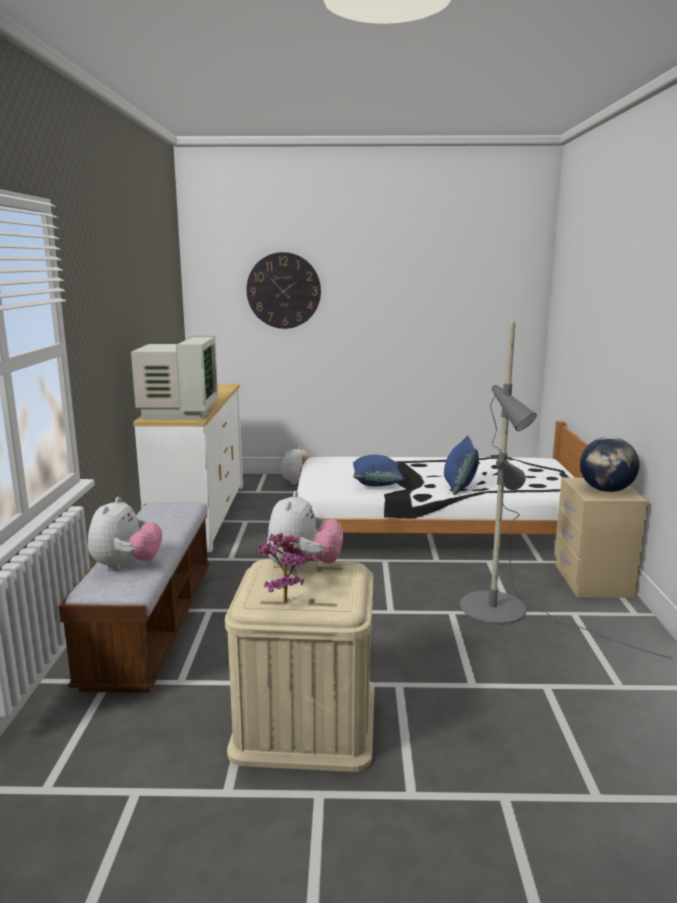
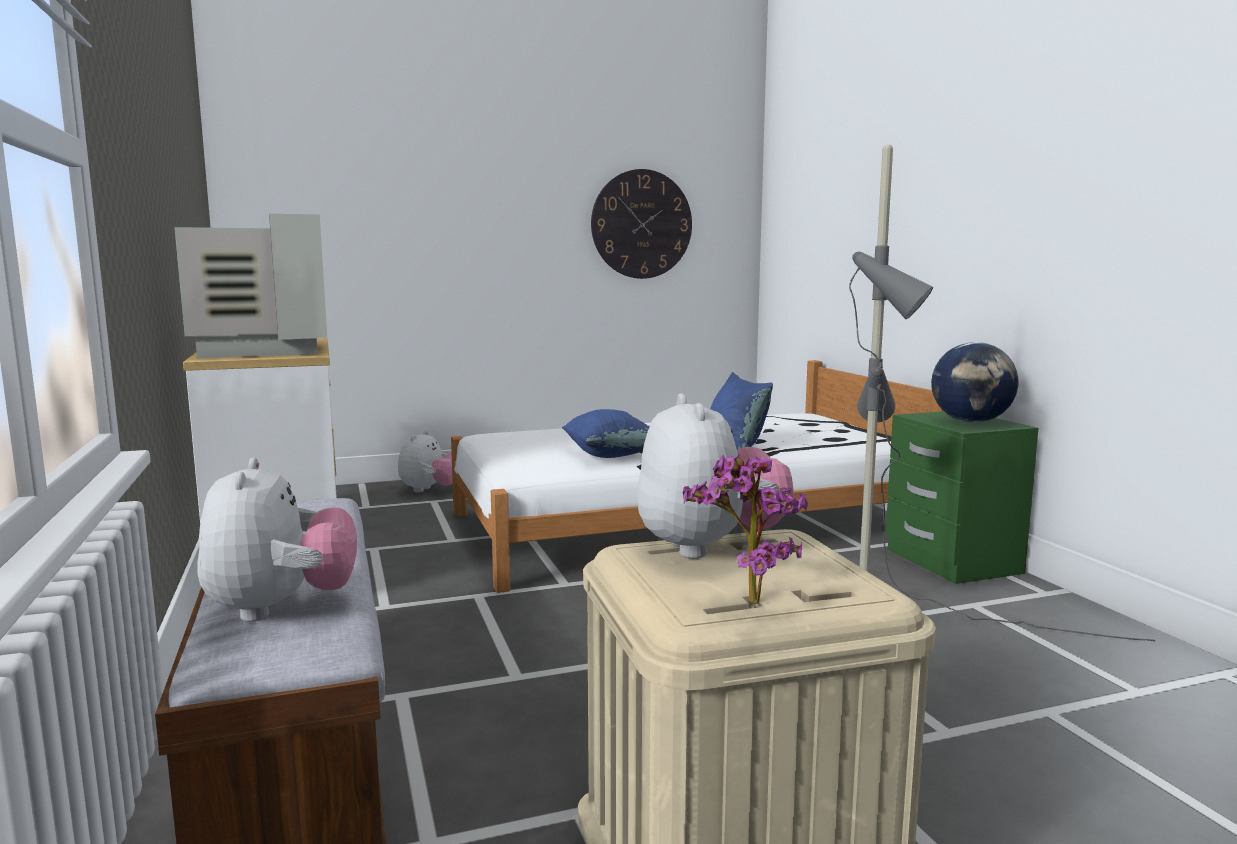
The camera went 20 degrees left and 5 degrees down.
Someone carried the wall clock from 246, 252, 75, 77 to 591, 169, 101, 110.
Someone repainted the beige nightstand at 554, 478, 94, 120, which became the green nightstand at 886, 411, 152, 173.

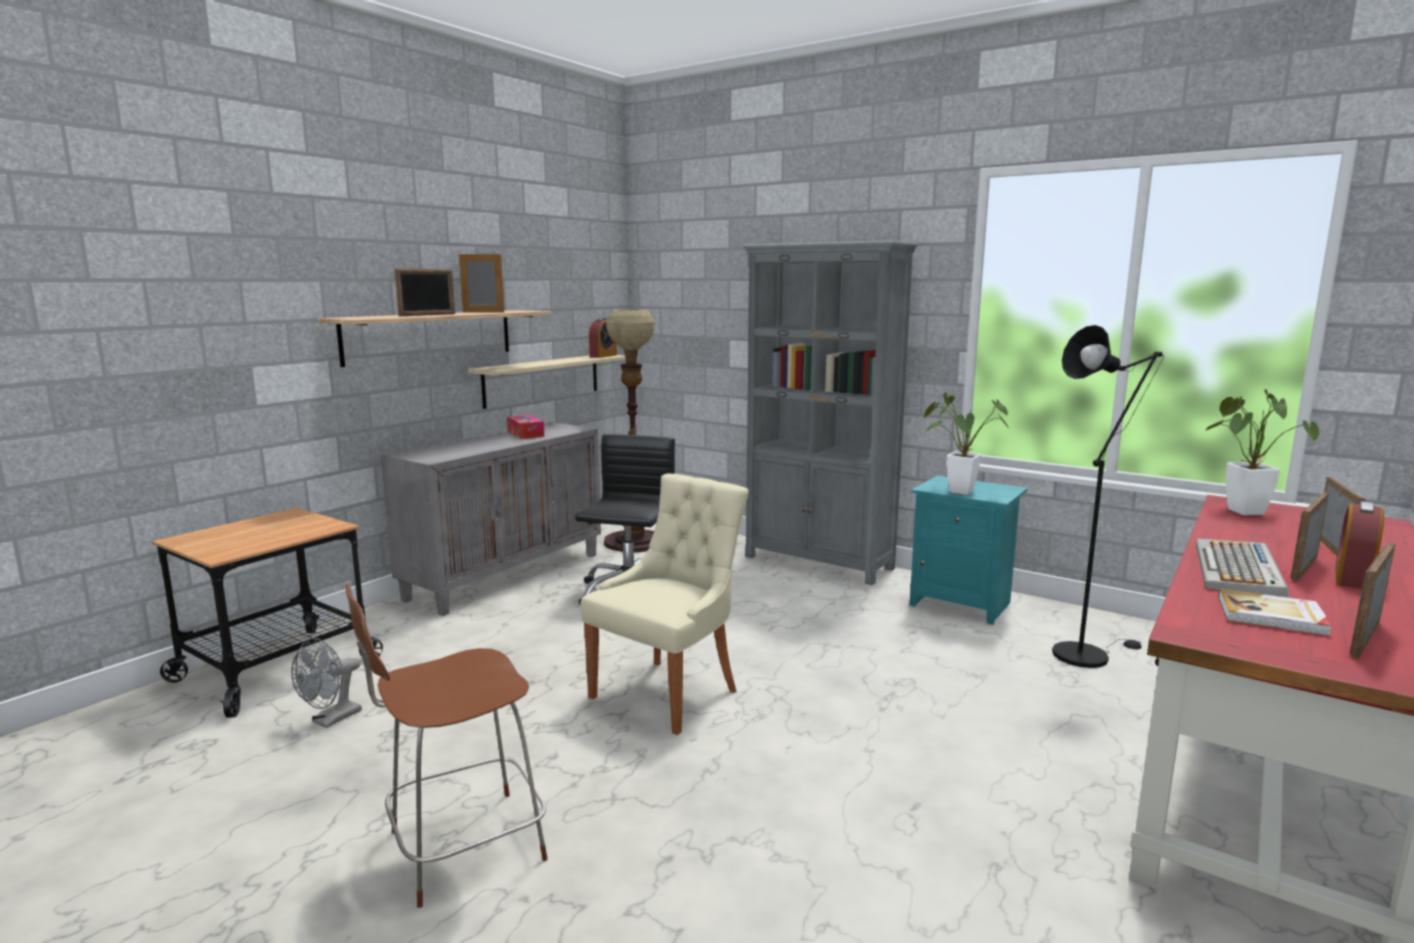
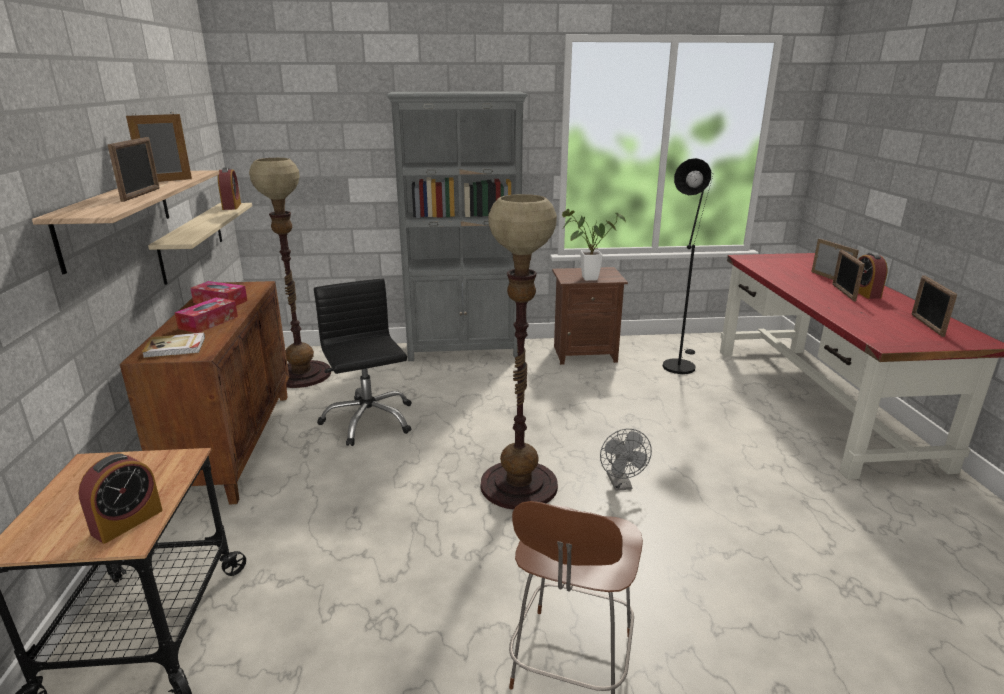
The camera went 40 degrees left and 10 degrees up.
Someone put down the alarm clock at 78, 454, 85, 90.
Someone repainted the grey cabinet at 381, 422, 220, 194, which became the brown cabinet at 120, 281, 169, 224.
Someone carried the book from 1219, 589, 113, 47 to 142, 332, 63, 26.
Someone put down the tissue box at 175, 297, 63, 36.
Someone swapped the beige chair at 580, 474, 169, 261 for the floor lamp at 480, 194, 78, 316.
Someone repainted the turquoise nightstand at 910, 475, 118, 150, which became the brown nightstand at 552, 267, 76, 98.
Someone carried the grey fan from 291, 638, 71, 90 to 600, 429, 52, 62.
Someone took away the keyboard at 1196, 539, 93, 59.
Someone took away the potted plant at 1206, 389, 113, 126.

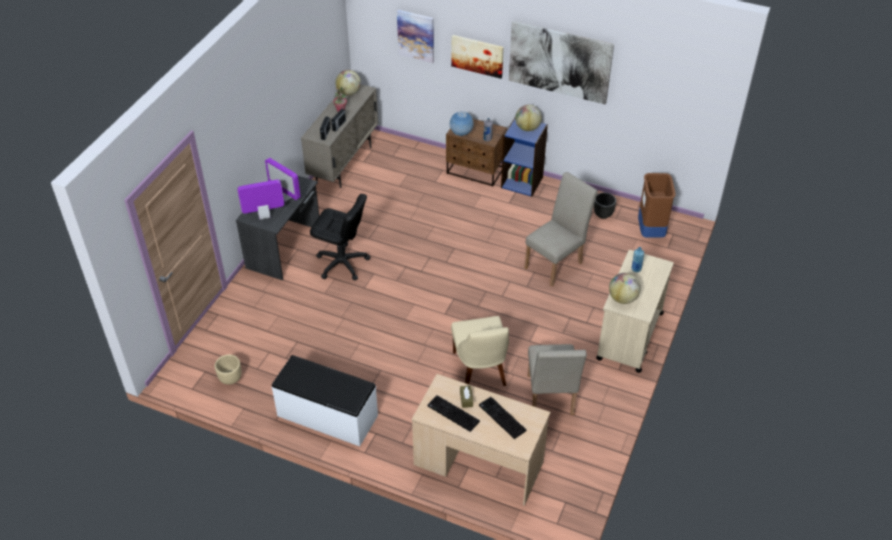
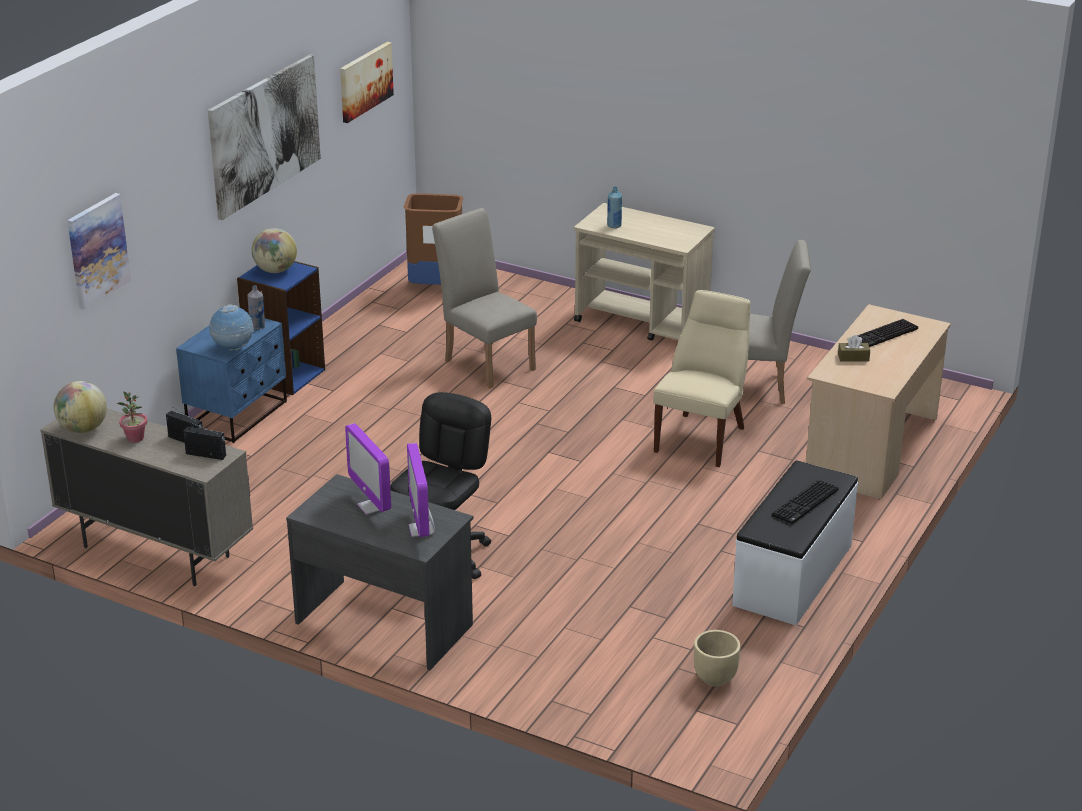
The camera went 85 degrees left and 15 degrees down.
Someone repainted the brown nightstand at 446, 118, 61, 69, which became the blue nightstand at 176, 318, 111, 125.
Someone carried the picture from 451, 35, 53, 44 to 340, 42, 54, 81.
Someone rotated the monitor at 265, 158, 36, 44 by 105 degrees clockwise.
Someone rotated the beige chair at 451, 316, 58, 70 by 60 degrees counterclockwise.
Someone carried the keyboard from 427, 395, 53, 37 to 772, 480, 67, 44.
Someone took away the black planter at 594, 193, 22, 26.
Someone took away the globe at 609, 273, 32, 31.

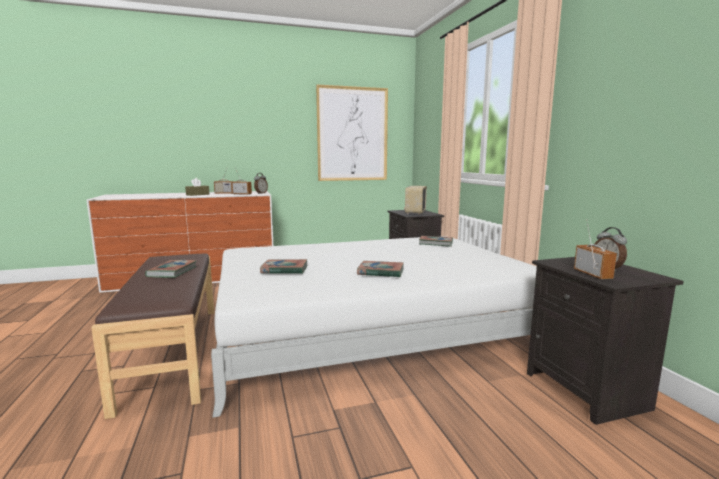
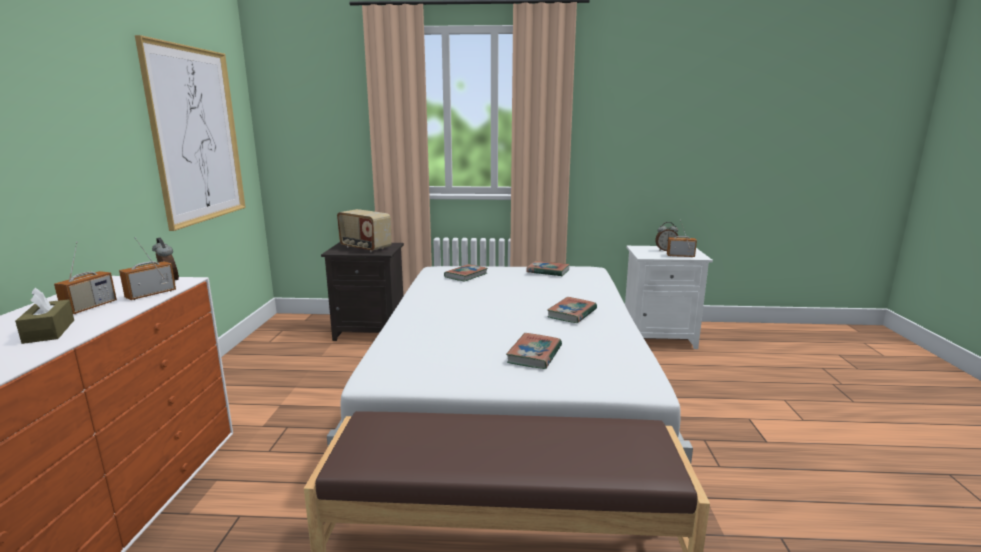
The camera went 70 degrees left and 5 degrees up.
Someone carried the book from 145, 260, 52, 18 to 526, 261, 44, 16.
Someone repainted the black nightstand at 527, 257, 157, 168, which became the white nightstand at 625, 246, 88, 103.

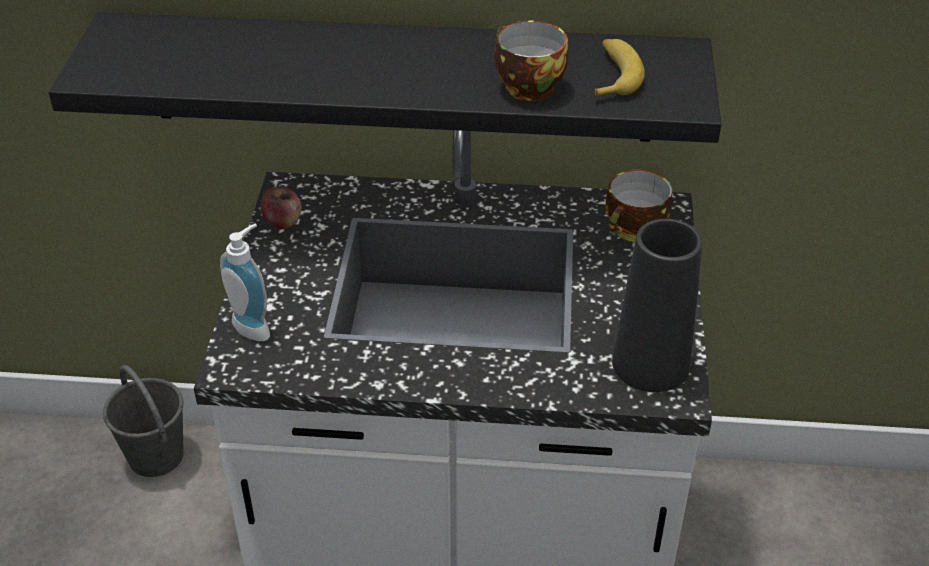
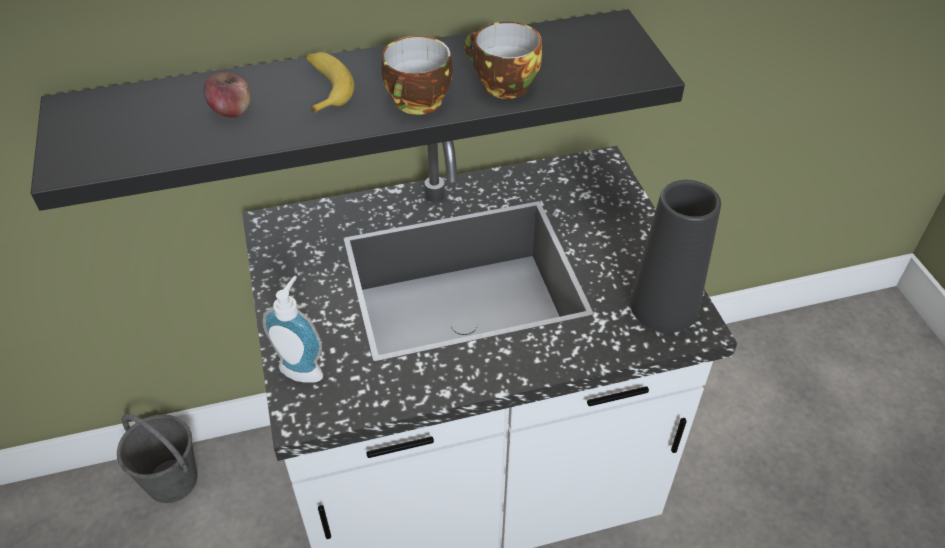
The camera went 20 degrees left and 5 degrees up.
Someone carried the apple from 260, 187, 42, 42 to 204, 72, 47, 46.
Someone carried the banana from 594, 39, 51, 58 to 307, 52, 47, 62.
Someone carried the cup from 606, 170, 66, 72 to 381, 36, 72, 79.

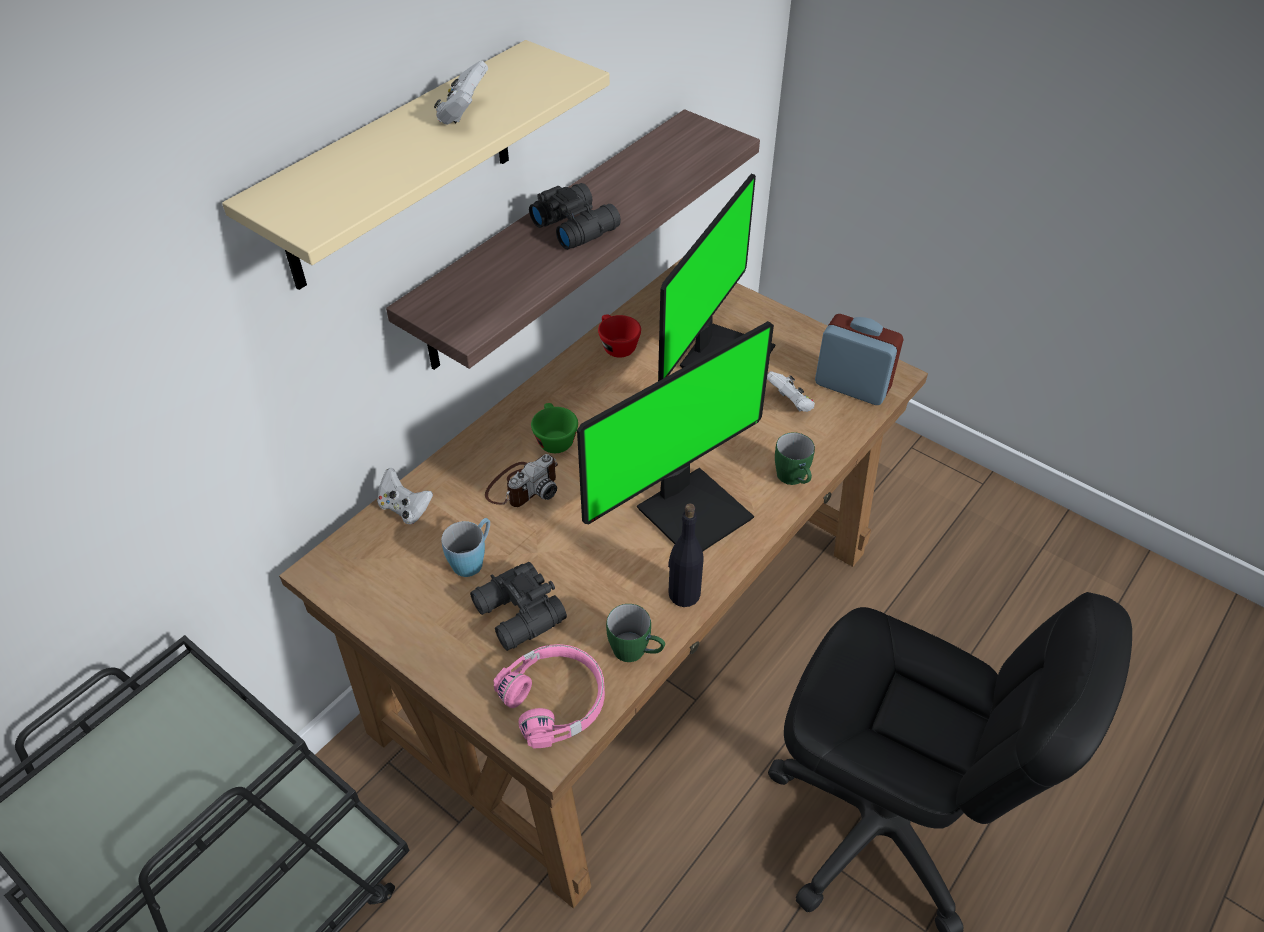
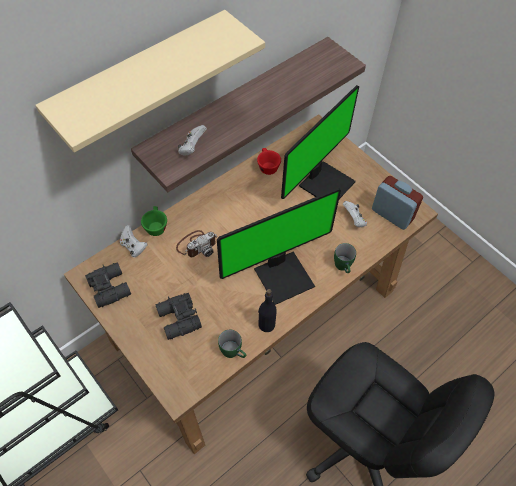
The camera went 10 degrees right and 10 degrees up.
Someone carried the black binoculars from 529, 183, 92, 67 to 85, 262, 46, 46.
Someone carried the green cup from 531, 403, 47, 50 to 141, 206, 26, 30.
Someone carried the white game controller from 434, 61, 54, 64 to 177, 125, 30, 31.
Someone took away the blue mug at 441, 518, 49, 59.
Someone took away the pink headphones at 493, 644, 112, 104.

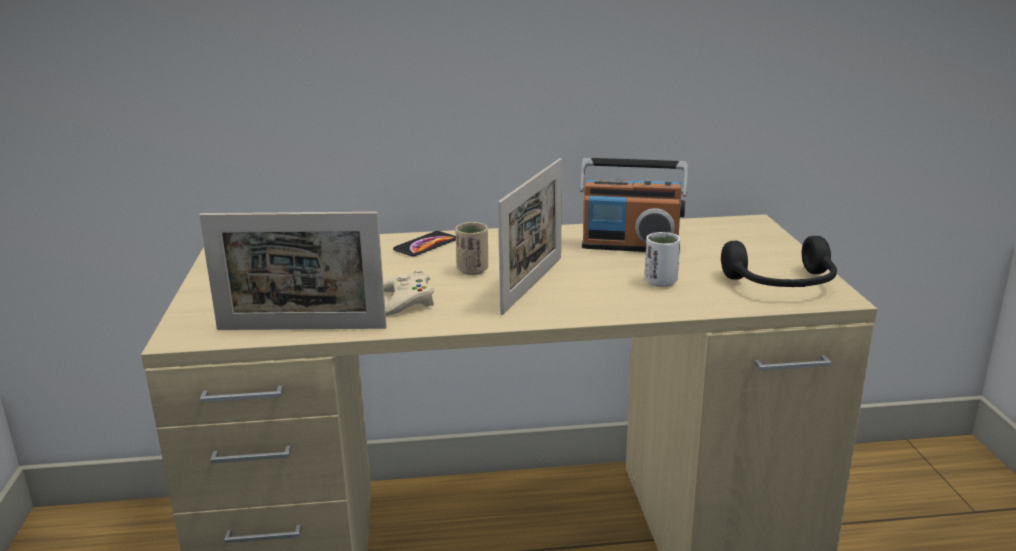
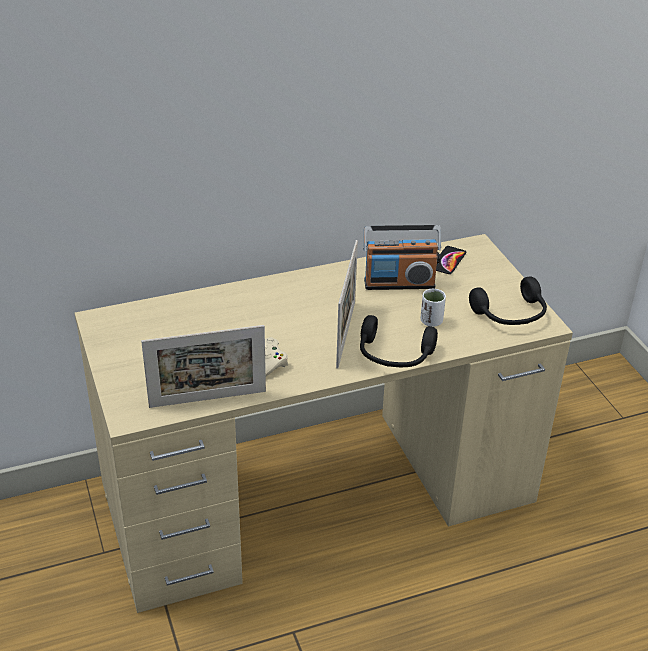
The camera went 15 degrees left and 15 degrees up.
Someone put down the black headphones at 360, 315, 78, 52.
Someone carried the phone from 393, 231, 63, 25 to 436, 246, 30, 28.
Someone took away the beige cup at 455, 222, 33, 53.

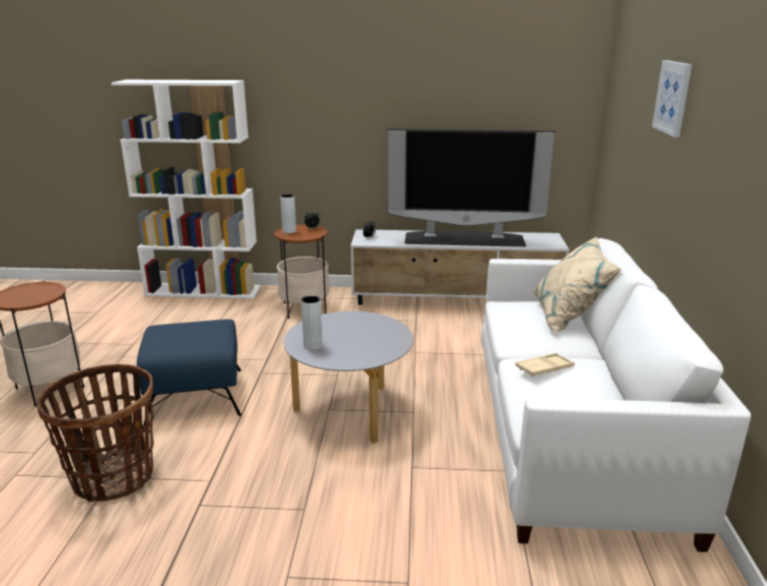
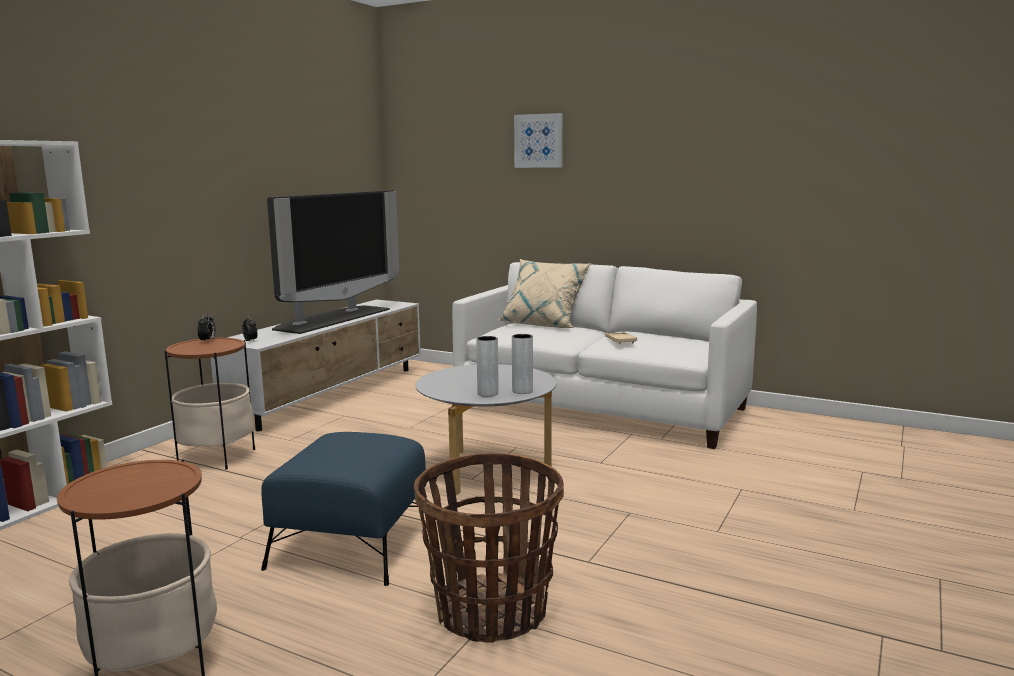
The camera went 65 degrees left and 10 degrees down.
Someone carried the grey vase from 280, 194, 16, 39 to 512, 334, 21, 60.

